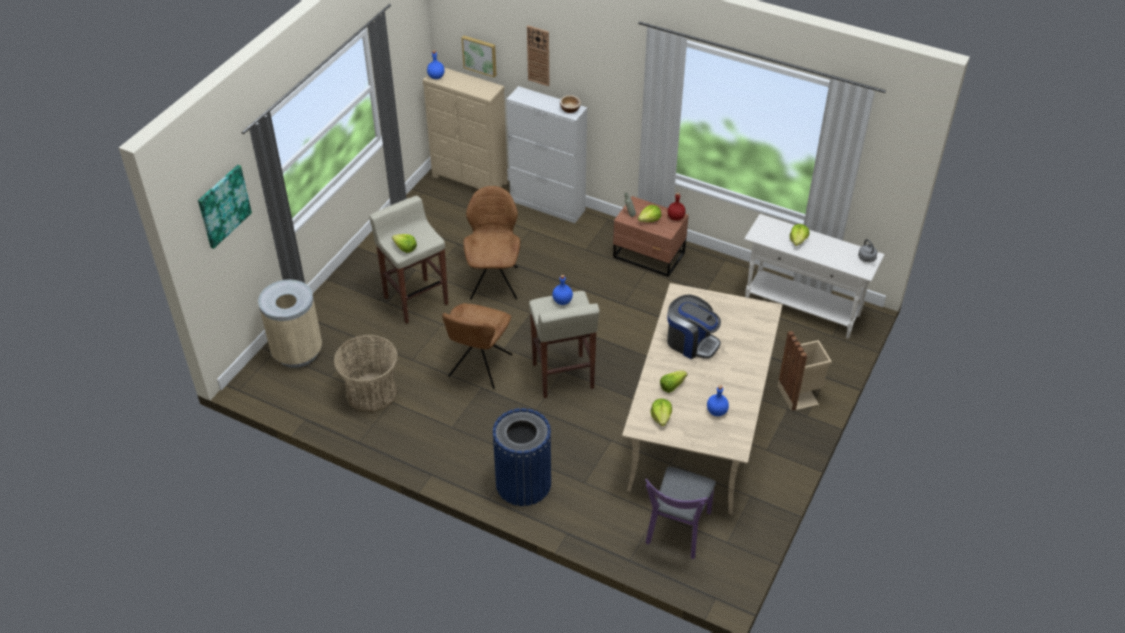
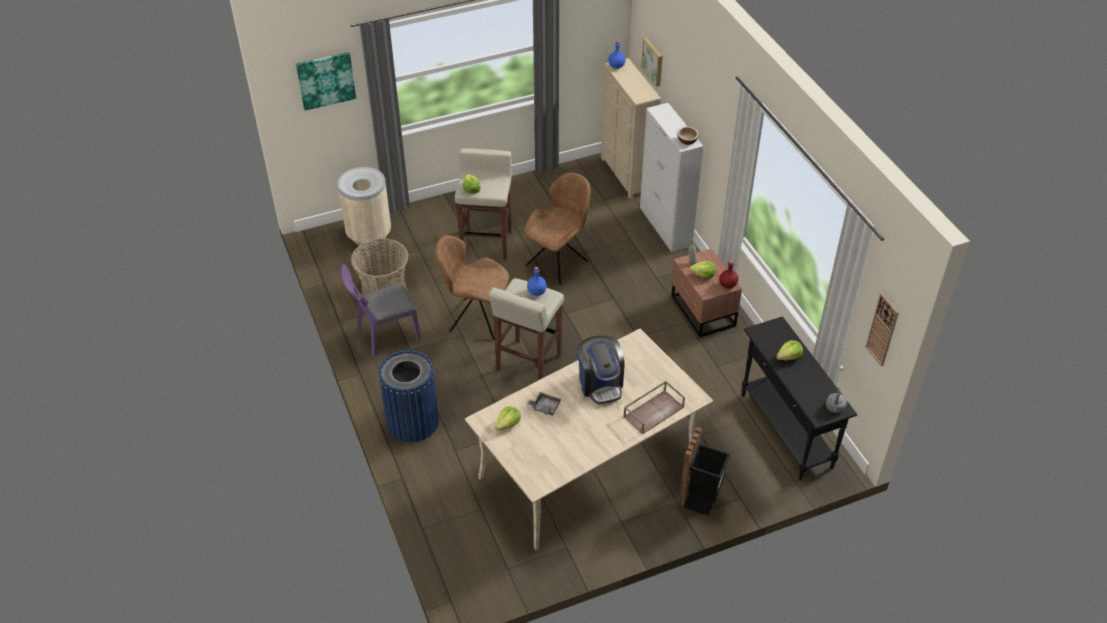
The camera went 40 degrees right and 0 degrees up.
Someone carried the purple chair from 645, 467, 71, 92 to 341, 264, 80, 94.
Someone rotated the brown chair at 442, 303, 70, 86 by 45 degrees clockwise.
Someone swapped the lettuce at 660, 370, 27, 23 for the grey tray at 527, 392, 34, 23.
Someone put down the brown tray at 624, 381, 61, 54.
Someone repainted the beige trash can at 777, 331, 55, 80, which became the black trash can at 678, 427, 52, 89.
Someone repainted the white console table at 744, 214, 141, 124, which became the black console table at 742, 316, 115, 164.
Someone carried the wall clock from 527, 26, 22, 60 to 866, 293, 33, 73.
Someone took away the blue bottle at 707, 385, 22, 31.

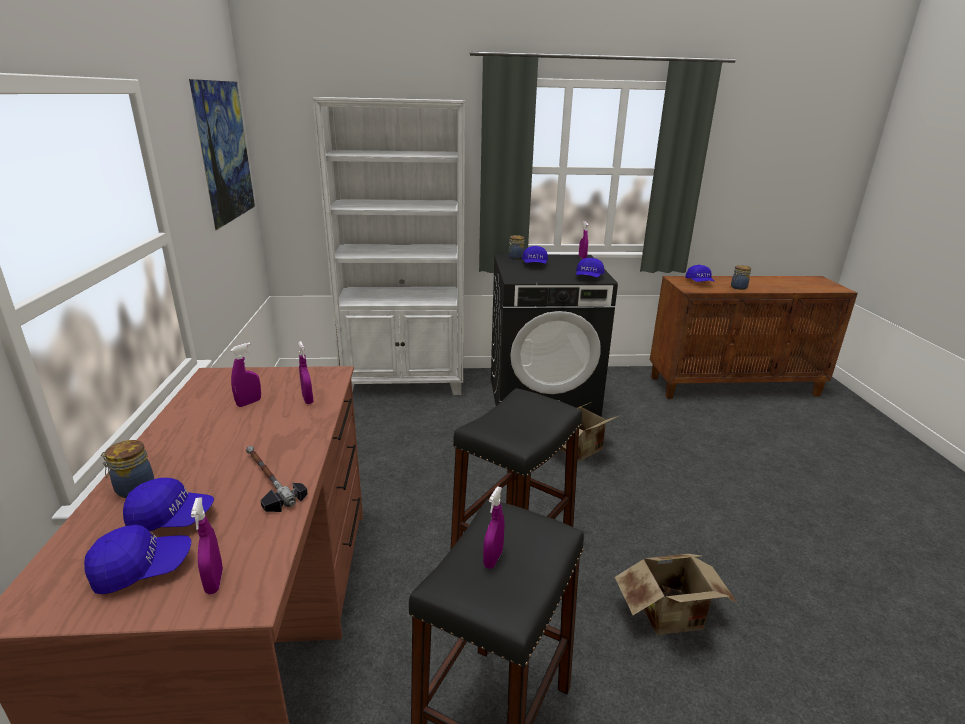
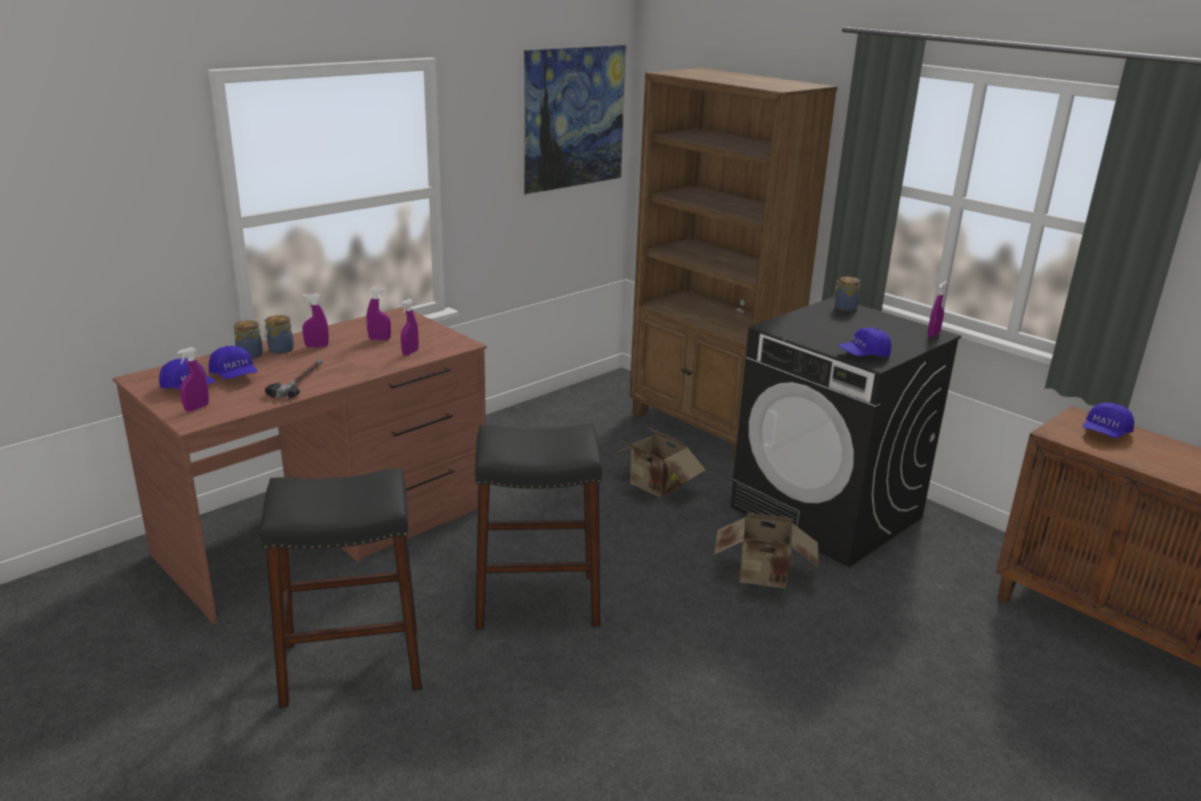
The camera went 50 degrees right and 0 degrees up.
Someone carried the jar from 731, 265, 20, 25 to 264, 315, 30, 39.
Someone carried the purple spray bottle from 483, 486, 21, 83 to 302, 294, 27, 54.
Someone carried the cardboard box from 615, 554, 123, 81 to 614, 427, 91, 70.
Someone repainted the white bookcase at 312, 97, 153, 298, which became the brown bookcase at 629, 68, 208, 391.
Someone took away the blue cap at 522, 246, 26, 18.

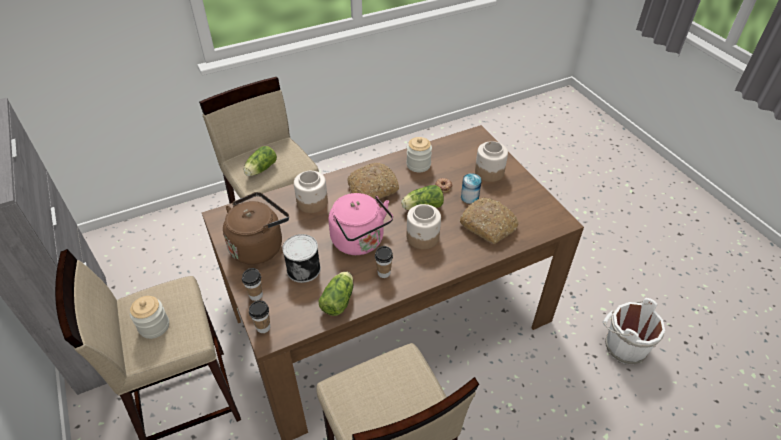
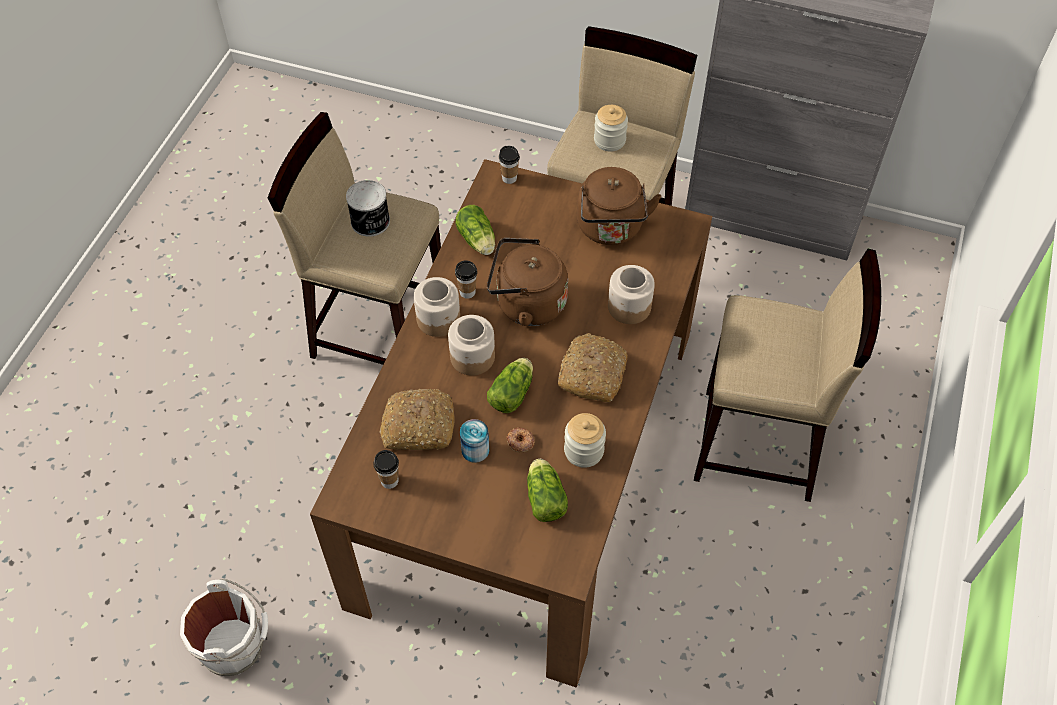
The camera went 135 degrees right and 10 degrees up.
Someone carried the can from 282, 234, 39, 49 to 346, 180, 44, 57.
Someone carried the cup from 242, 268, 21, 33 to 374, 450, 25, 39.
Someone carried the jar from 475, 141, 33, 41 to 414, 277, 46, 60.
Someone repainted the pink kettle at 329, 193, 64, 62, which became the brown kettle at 487, 238, 81, 88.
Someone carried the lettuce from 244, 146, 33, 30 to 527, 459, 41, 63.

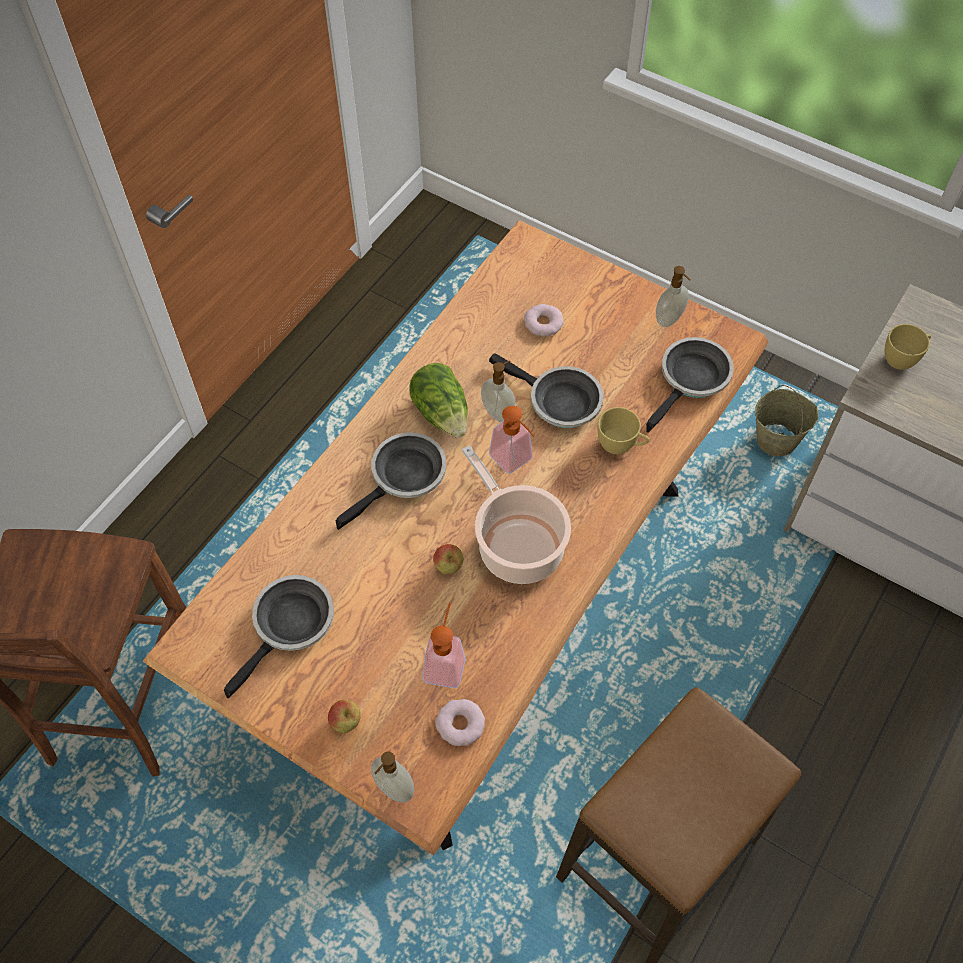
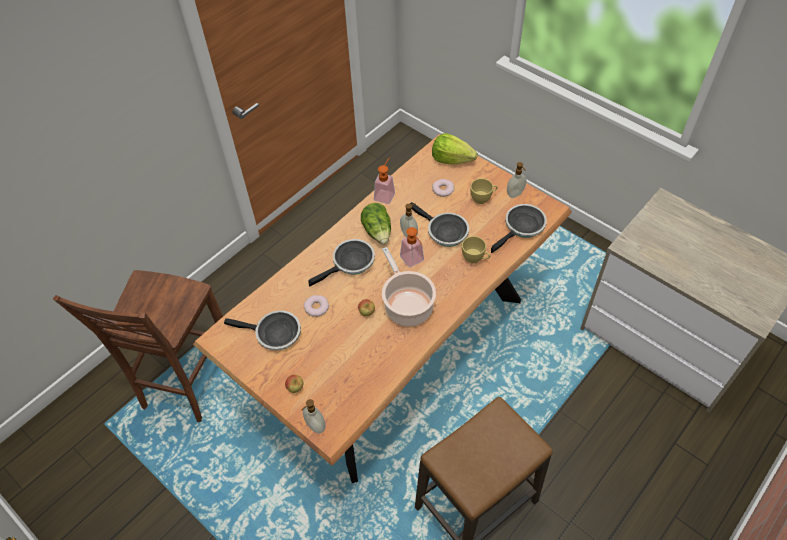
The camera went 10 degrees right and 5 degrees down.
Someone rotated the frying pan at 224, 575, 110, 124 by 60 degrees clockwise.
Someone carried the donut from 435, 699, 50, 47 to 304, 295, 25, 22.
Someone carried the soap dispenser from 423, 602, 43, 86 to 374, 157, 21, 47.
Someone put down the lettuce at 432, 133, 46, 32.
Someone carried the yellow cup from 885, 324, 46, 46 to 470, 178, 28, 26.
Someone took away the beige bucket at 755, 385, 64, 71.

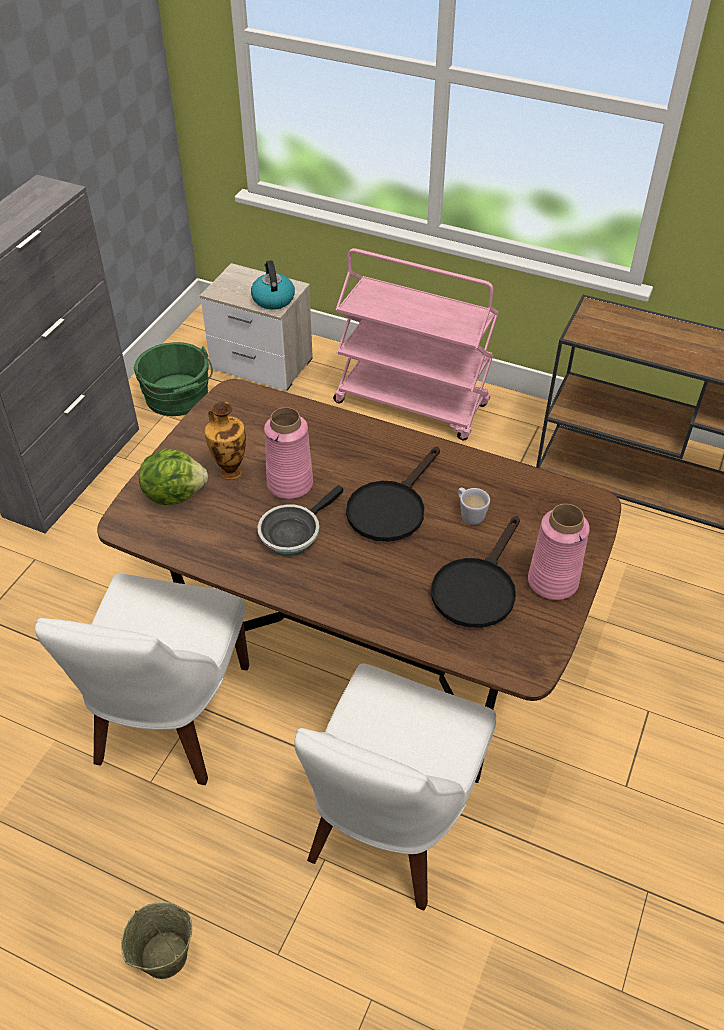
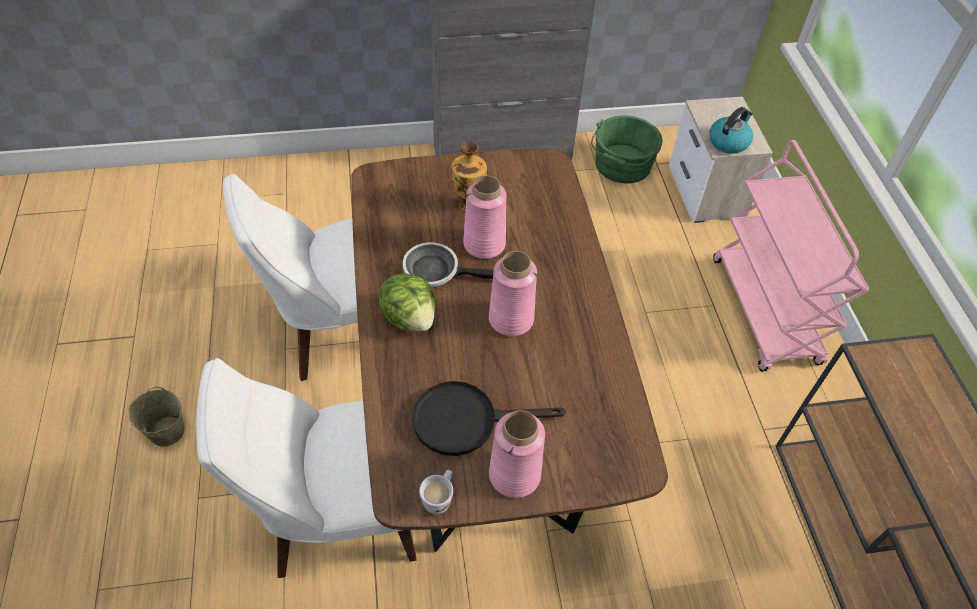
The camera went 55 degrees right and 5 degrees up.
Someone carried the lettuce from 139, 448, 69, 57 to 379, 273, 57, 58.
Someone carried the white mug from 458, 487, 32, 38 to 419, 470, 34, 45.
Someone swapped the black frying pan at 346, 447, 94, 95 for the pink vase at 489, 251, 48, 85.

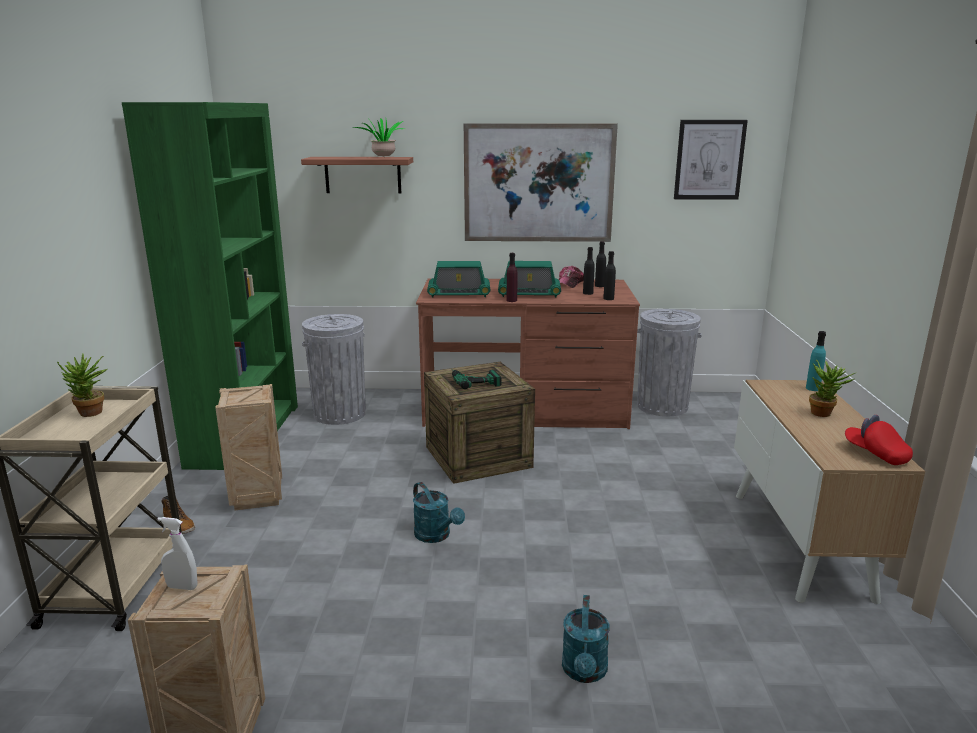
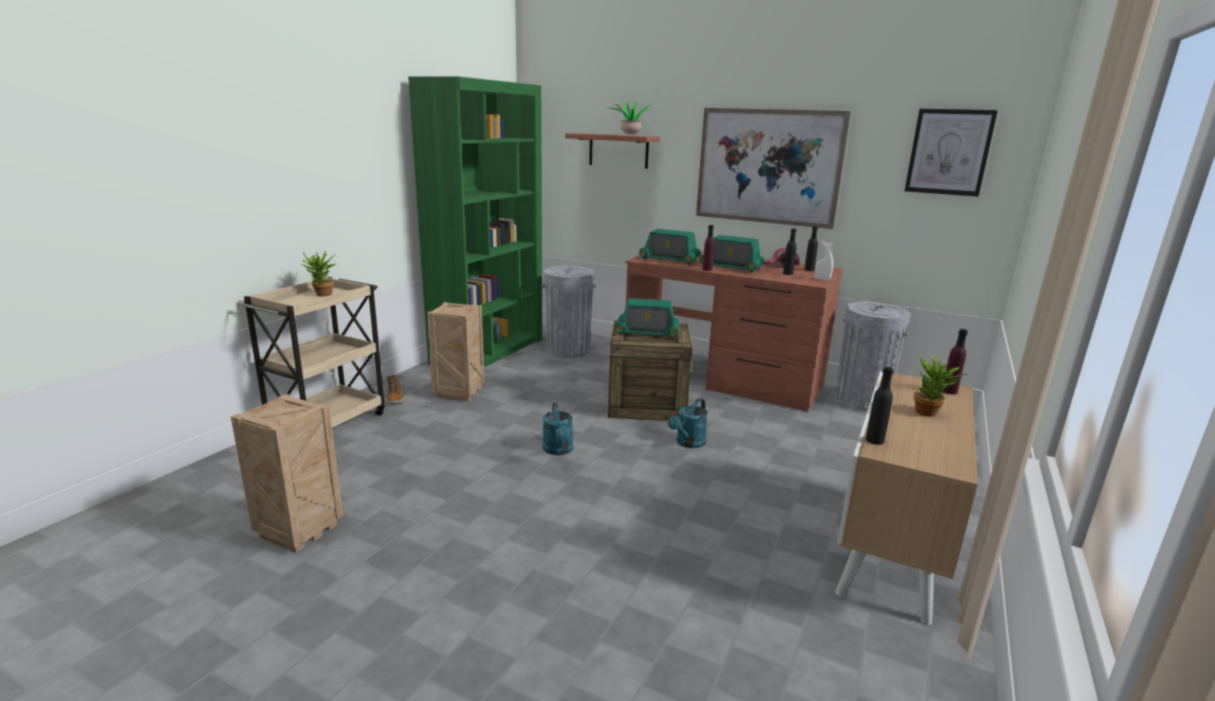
The camera went 25 degrees right and 0 degrees up.
Someone swapped the power drill at 452, 370, 50, 19 for the radio at 615, 298, 64, 40.
Someone carried the turquoise watering can from 562, 595, 47, 88 to 668, 398, 40, 50.
Someone carried the white spray bottle from 157, 517, 41, 73 to 815, 242, 18, 39.
Someone carried the black bottle from 603, 251, 13, 49 to 866, 367, 28, 78.
Someone repainted the turquoise bottle at 806, 331, 20, 60, which became the purple bottle at 942, 329, 26, 66.
Someone took away the red cap at 845, 415, 68, 50.

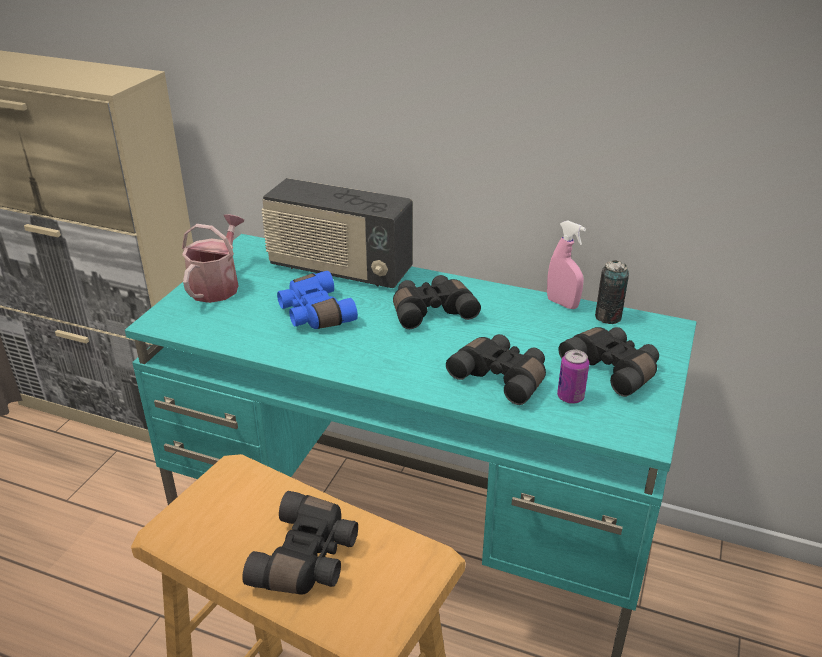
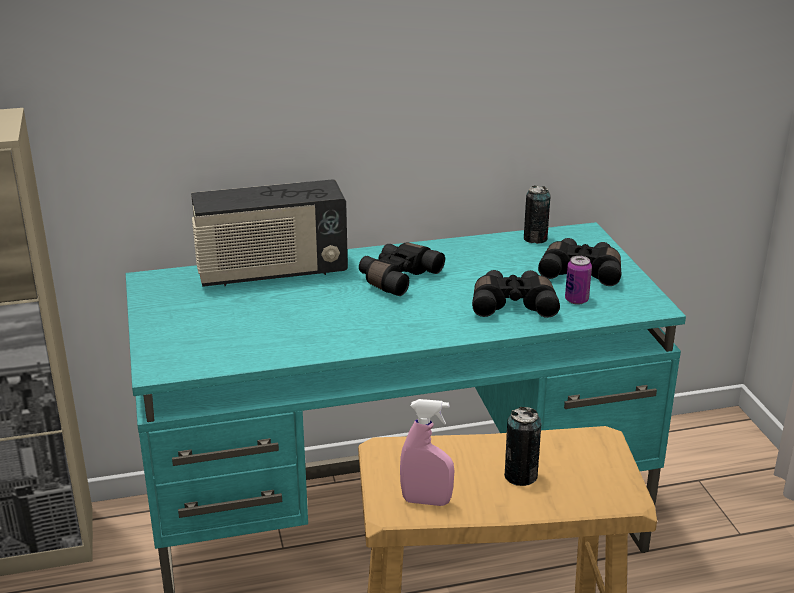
The camera went 35 degrees left and 5 degrees down.
Someone carried the pink spray bottle from 547, 220, 39, 89 to 400, 399, 54, 107.
Someone swapped the black binoculars at 242, 491, 116, 104 for the can at 504, 407, 38, 79.
Someone took away the watering can at 182, 214, 62, 89.
Someone took away the blue binoculars at 277, 271, 81, 58.

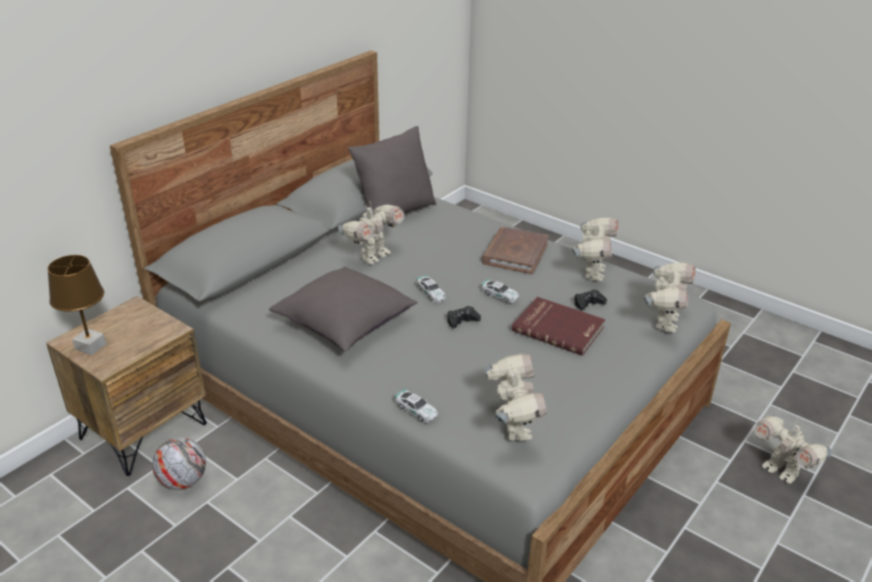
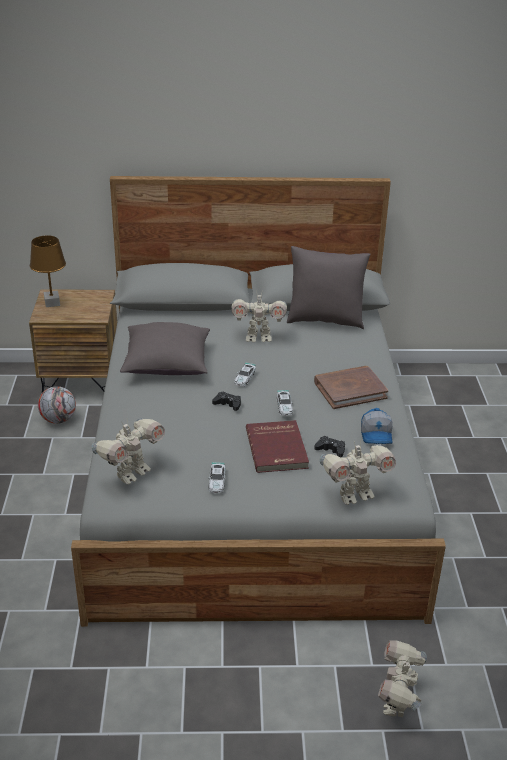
The camera went 50 degrees right and 0 degrees up.
Someone carried the toy car from 395, 388, 43, 35 to 208, 462, 17, 31.
Someone swapped the toy robot at 572, 218, 47, 63 for the cap at 361, 408, 32, 36.

